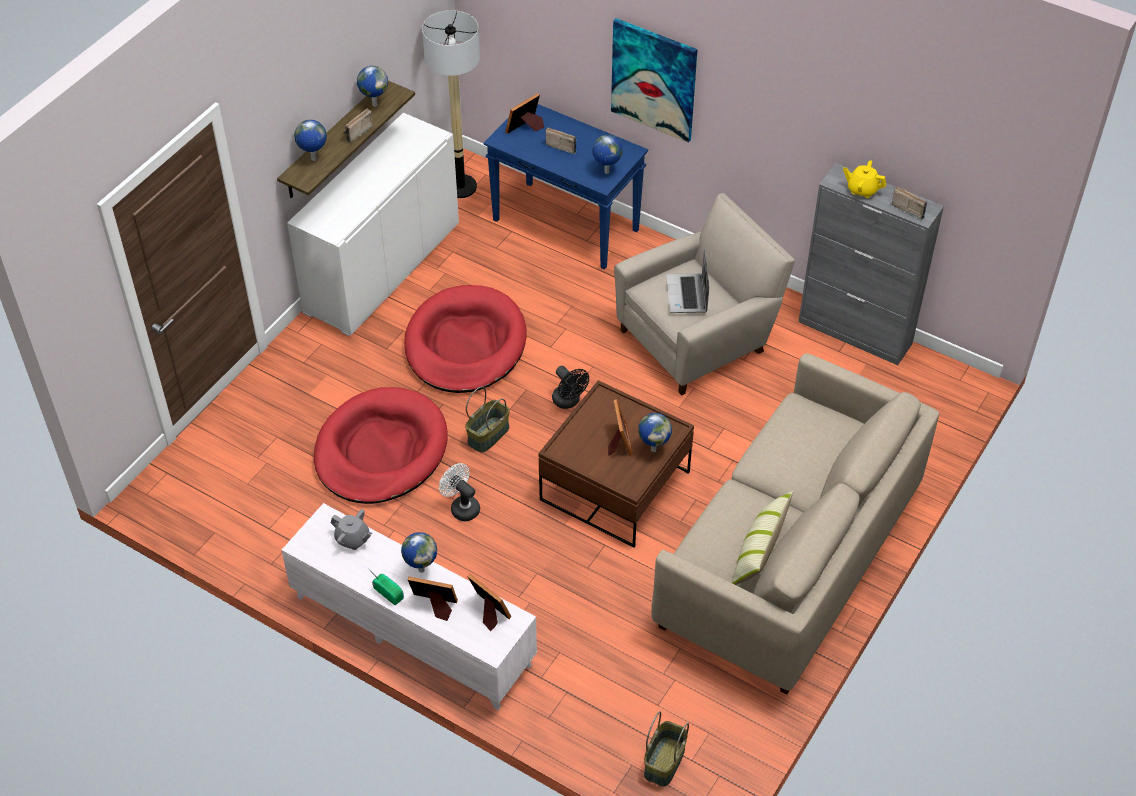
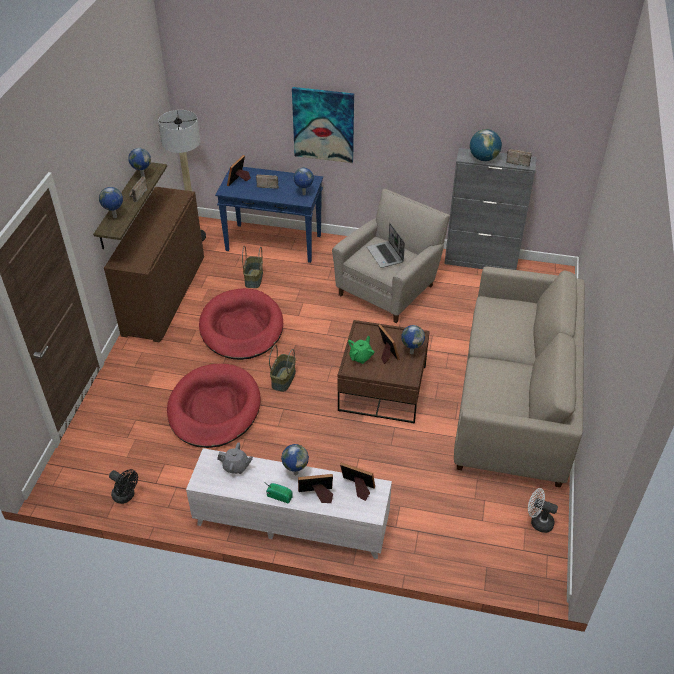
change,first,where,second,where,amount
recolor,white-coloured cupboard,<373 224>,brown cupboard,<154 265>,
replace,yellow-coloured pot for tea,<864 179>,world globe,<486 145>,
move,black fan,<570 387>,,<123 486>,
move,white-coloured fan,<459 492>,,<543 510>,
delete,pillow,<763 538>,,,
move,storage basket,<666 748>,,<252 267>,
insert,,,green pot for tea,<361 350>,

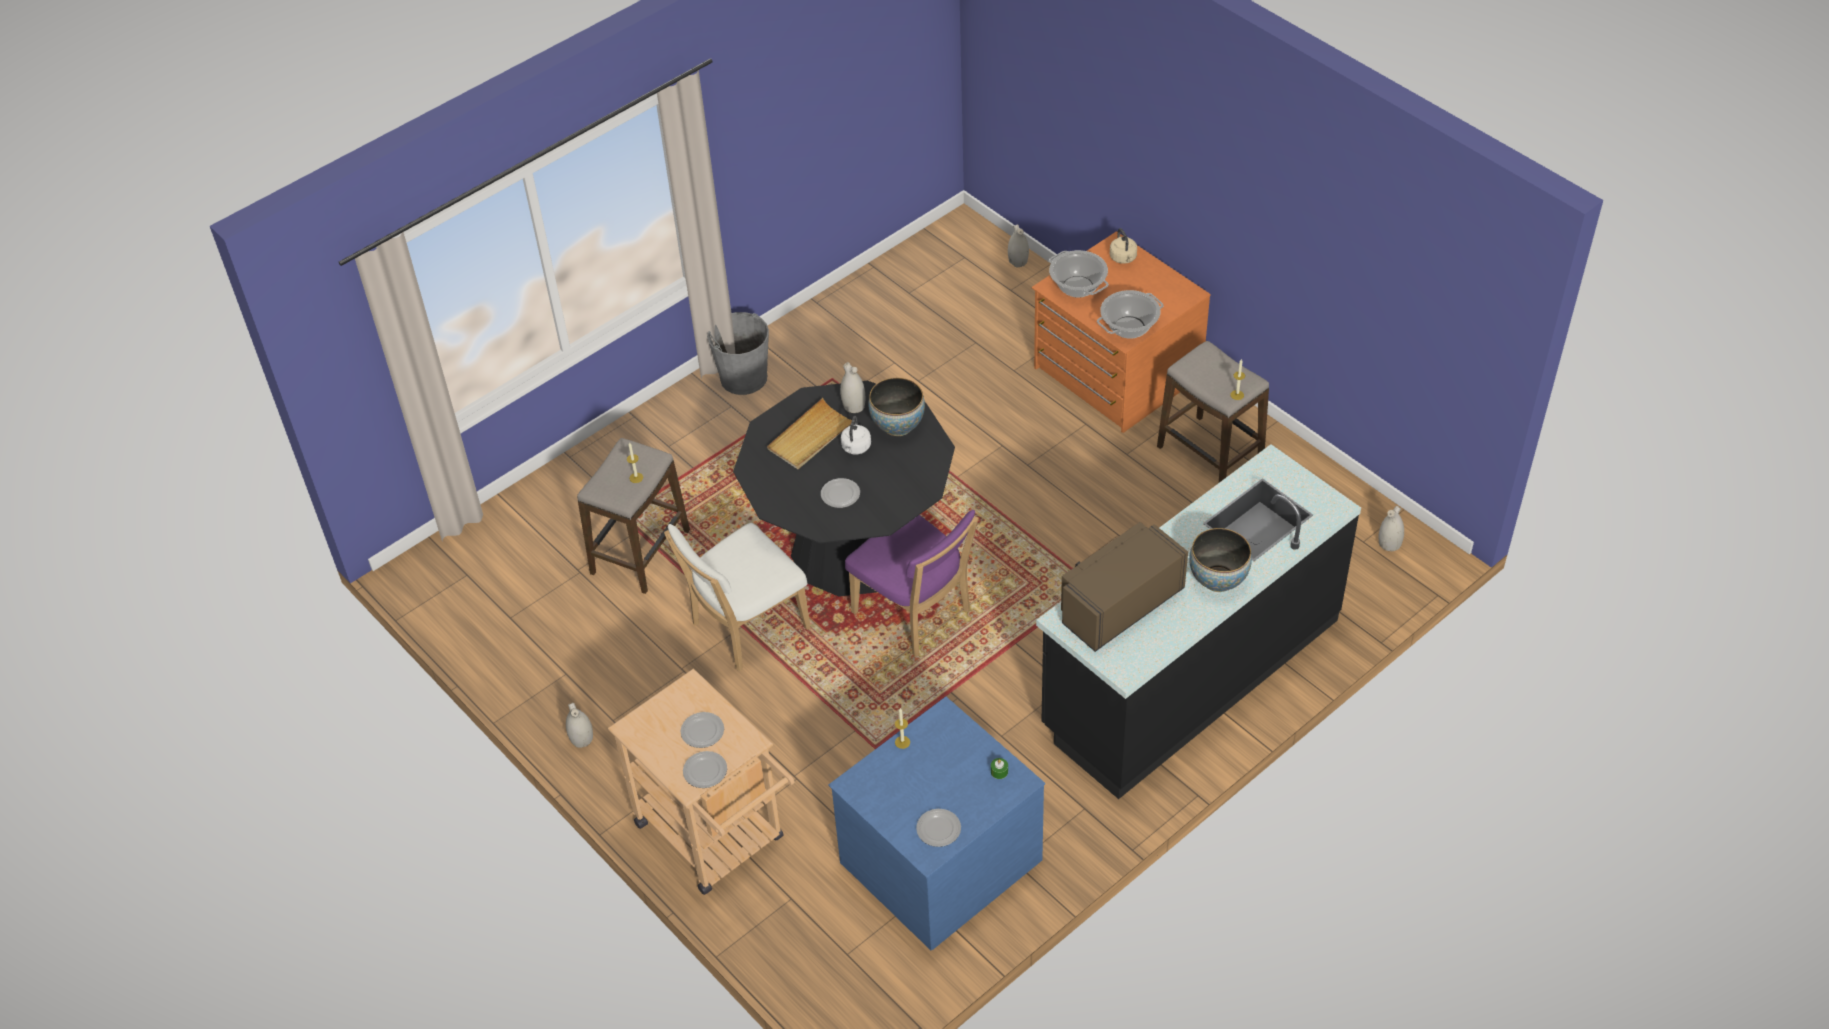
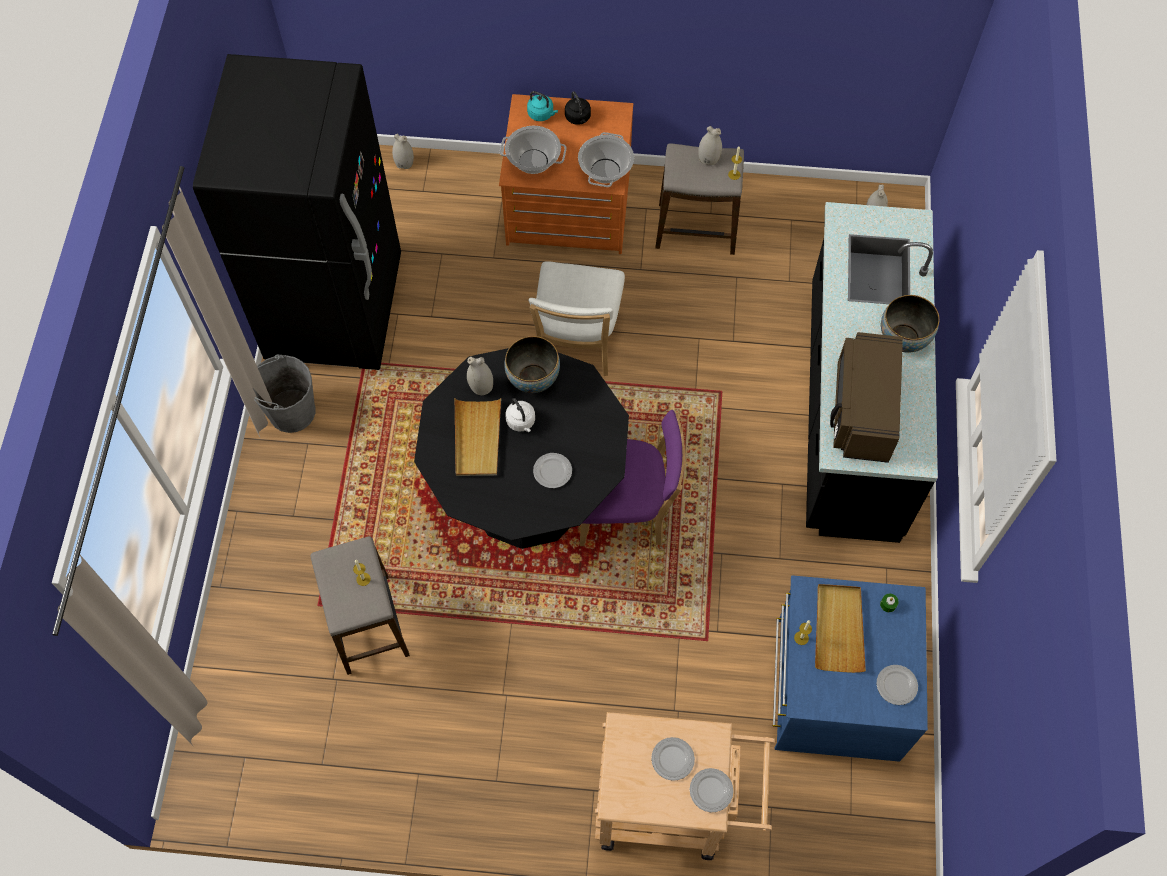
change,first,where,second,where,amount
recolor,beige water kettle,<1123 246>,turquoise-coloured water kettle,<542 106>,
move,white-coloured chair,<737 597>,,<576 318>,
move,white-coloured flower vase,<579 725>,,<710 145>,
insert,,,black fridge,<297 212>,
insert,,,black water kettle,<578 108>,
insert,,,beige carrying tray,<840 628>,

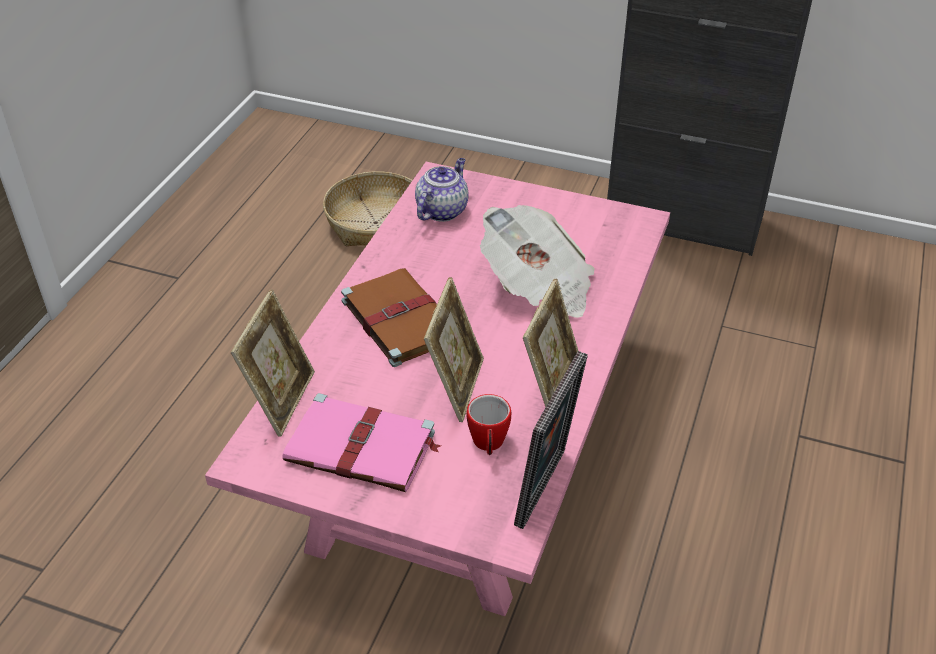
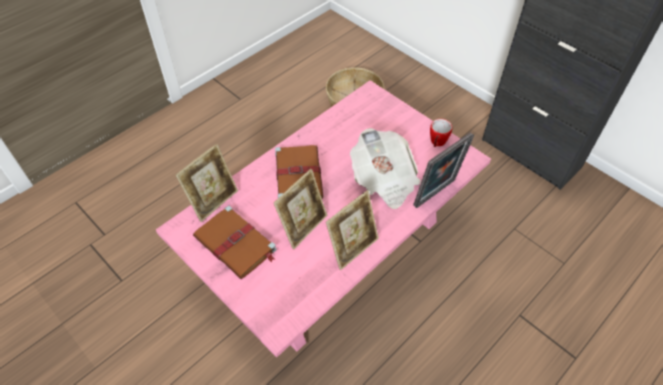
change,first,where,second,where,amount
delete,pot for tea,<442 190>,,,
move,picture frame,<551 440>,,<443 170>,
recolor,pinkish bound book,<361 442>,brown bound book,<235 242>,
move,coffee mug,<489 424>,,<441 133>,

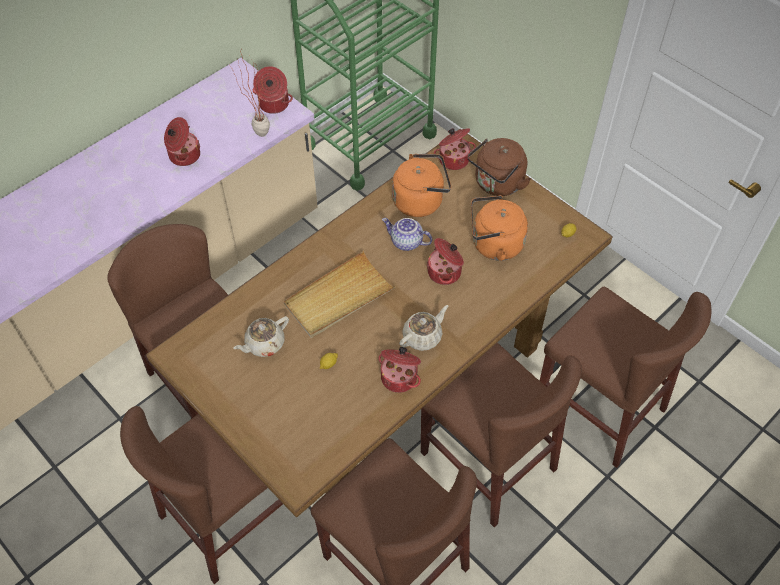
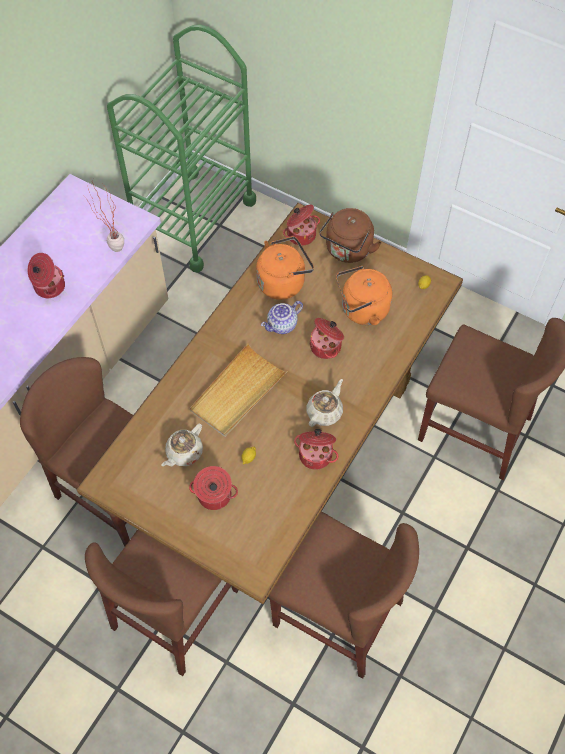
change,first,where,second,where,amount
move,cooking pot,<273 90>,,<213 488>,
rotate,pot for tea,<407 234>,,<282 317>,45 degrees counterclockwise
delete,brown chair,<501 434>,,,

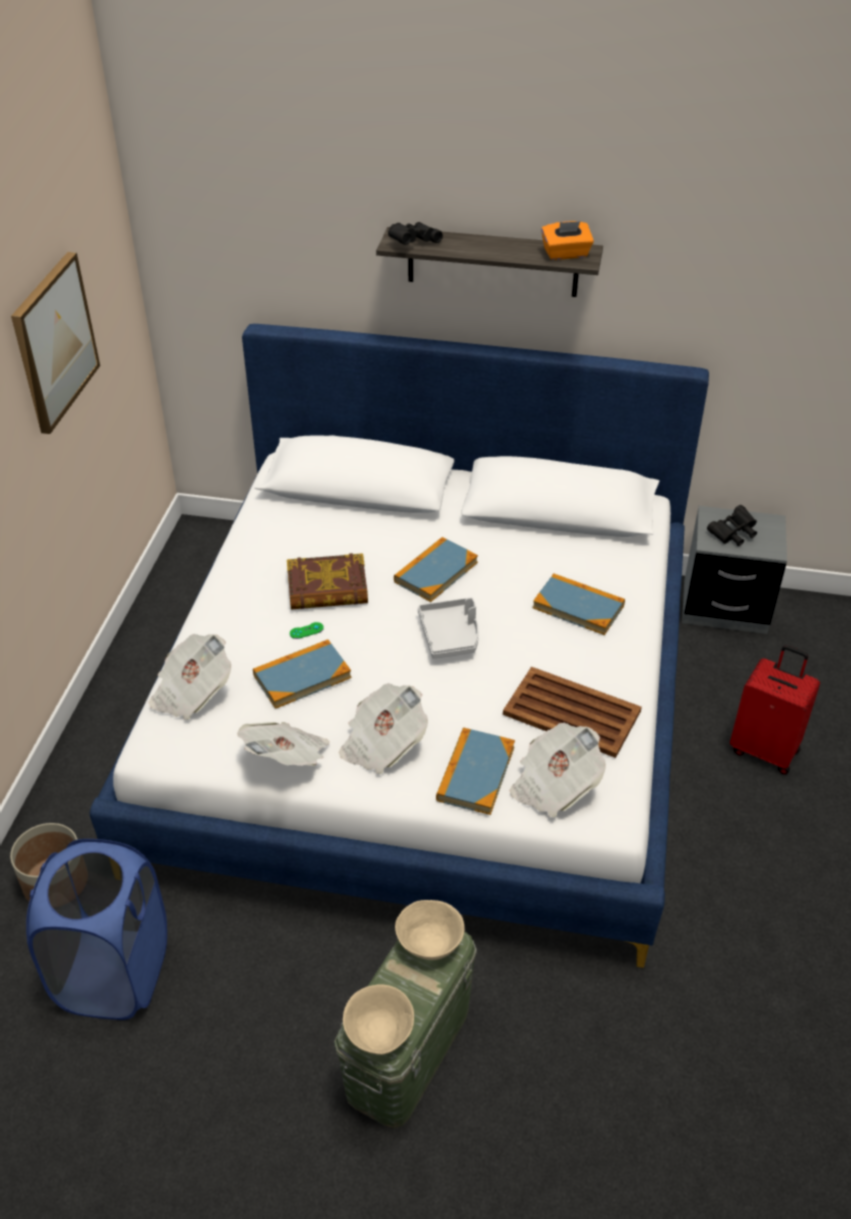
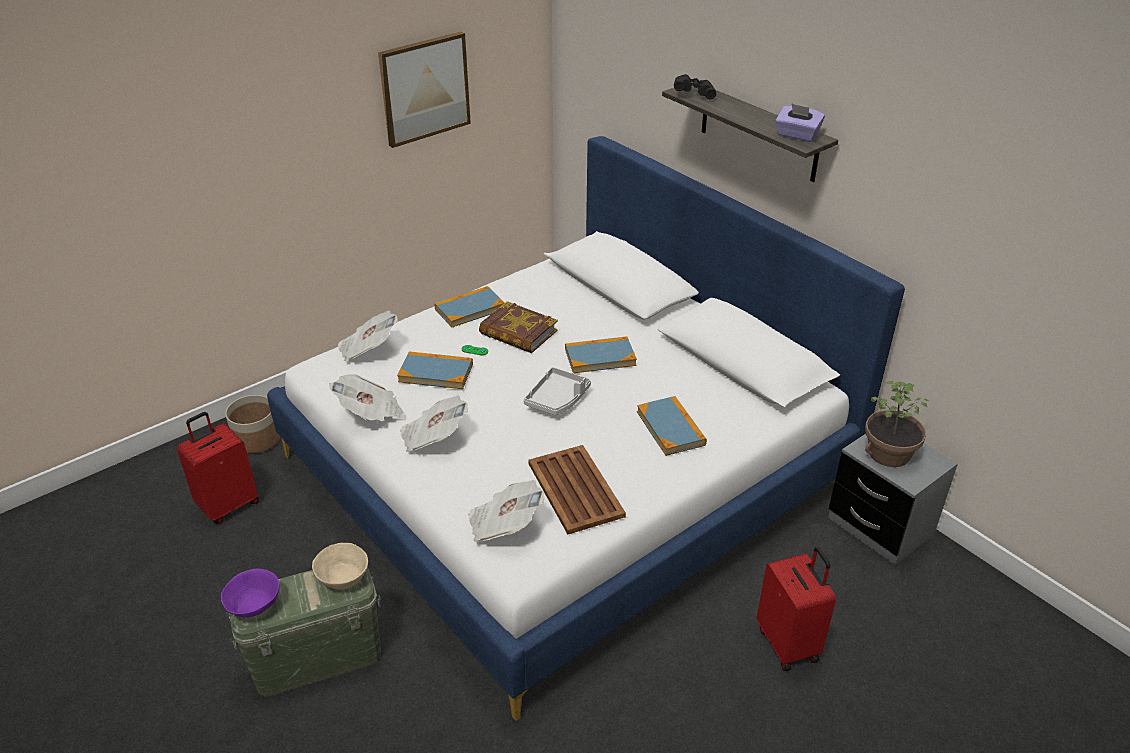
change,first,where,second,where,amount
recolor,orange box of tissues,<567 240>,purple-coloured box of tissues,<800 123>,
replace,black pair of binoculars,<732 525>,houseplant,<897 424>,
move,bound book,<475 771>,,<469 306>,
replace,blue-coloured washing basket,<96 929>,reddish piece of luggage,<218 468>,
recolor,beige bowl,<378 1019>,purple-coloured bowl,<250 593>,

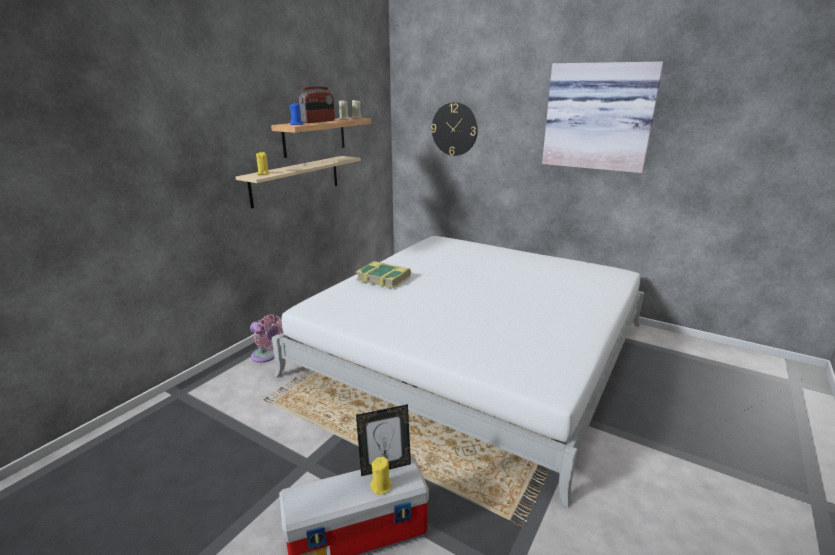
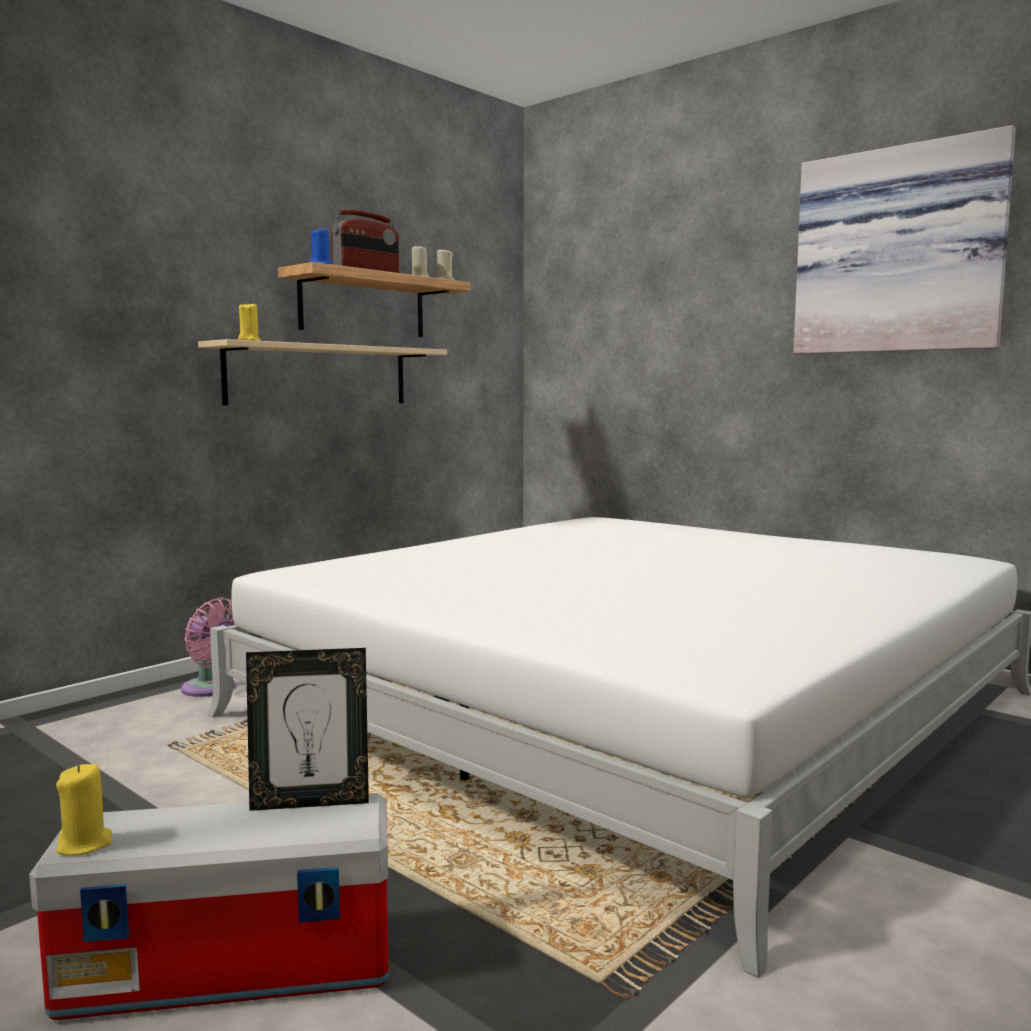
change,first,where,second,where,amount
delete,hanging clock,<454 129>,,,
delete,bound book,<383 275>,,,
move,yellow-coloured candle,<381 476>,,<84 810>,

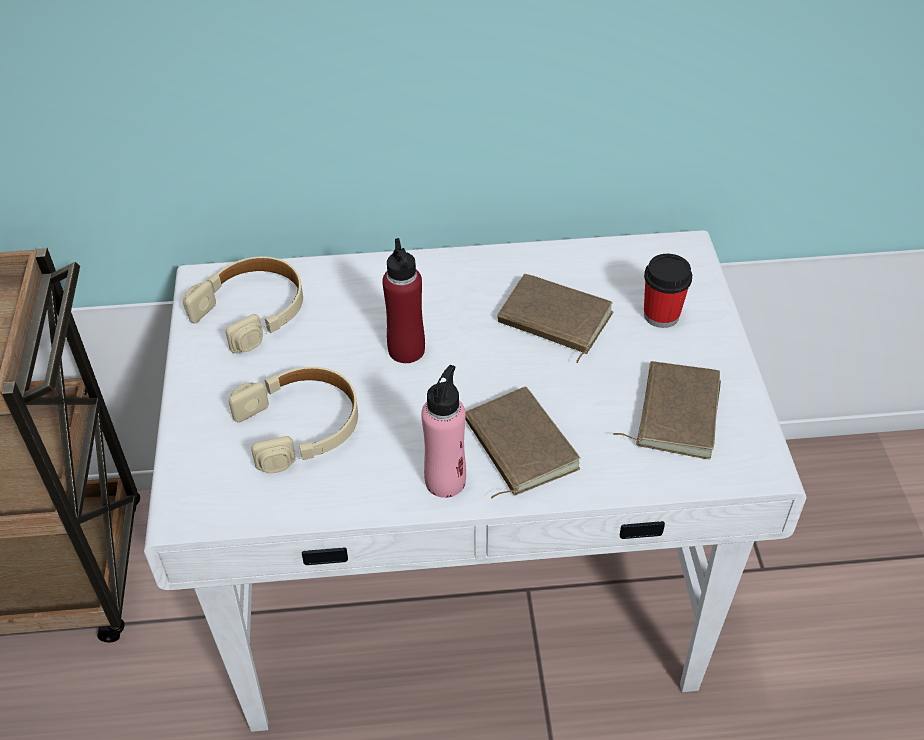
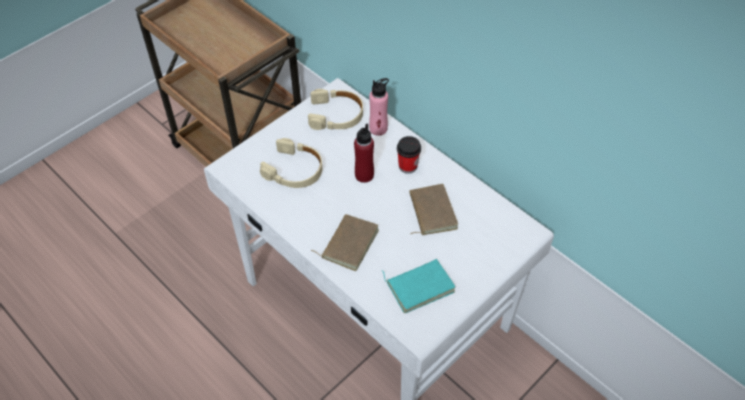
change,first,where,second,where,amount
move,cup,<668 291>,,<409 155>,
recolor,brown bound book,<667 410>,turquoise-coloured bound book,<419 286>,
move,pinkish bottle,<443 431>,,<379 107>,

